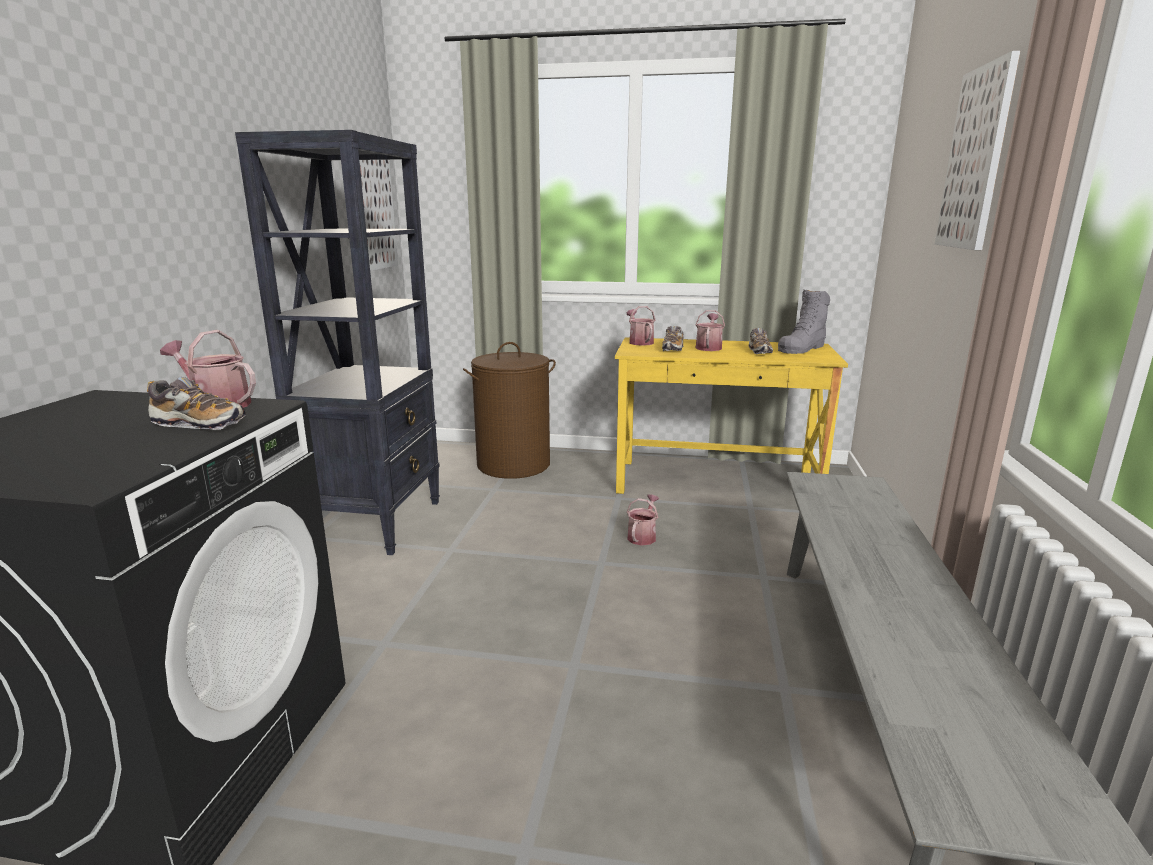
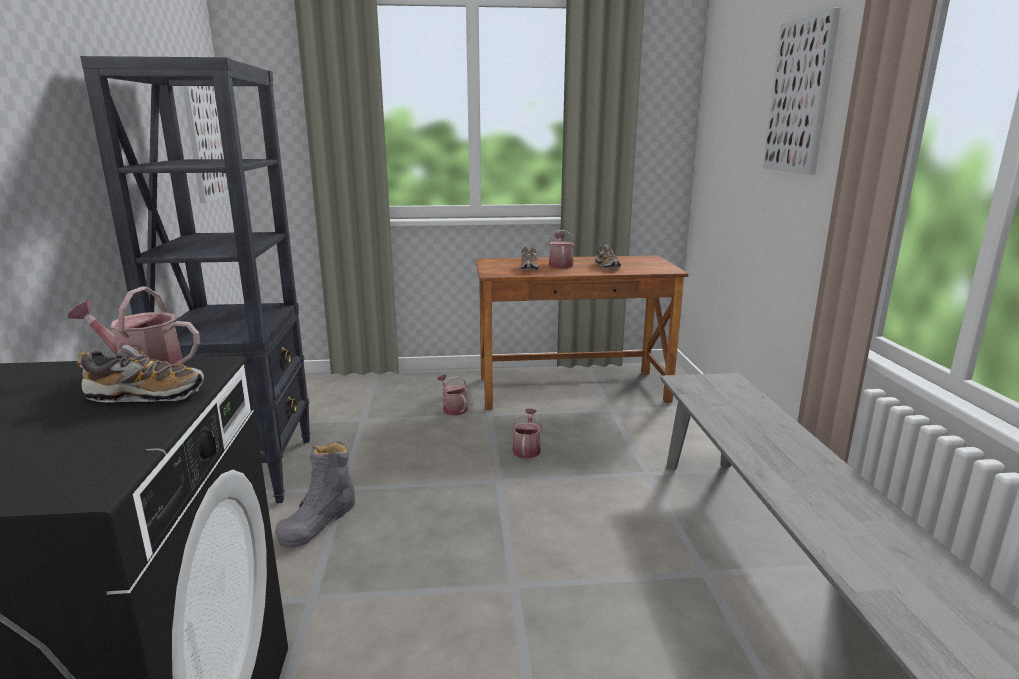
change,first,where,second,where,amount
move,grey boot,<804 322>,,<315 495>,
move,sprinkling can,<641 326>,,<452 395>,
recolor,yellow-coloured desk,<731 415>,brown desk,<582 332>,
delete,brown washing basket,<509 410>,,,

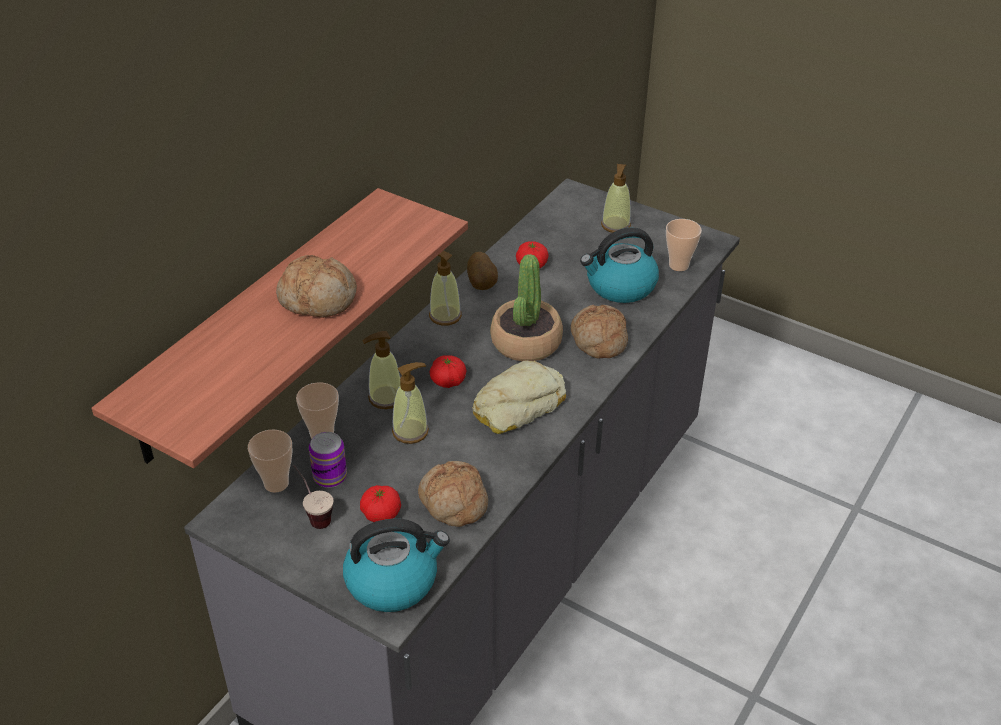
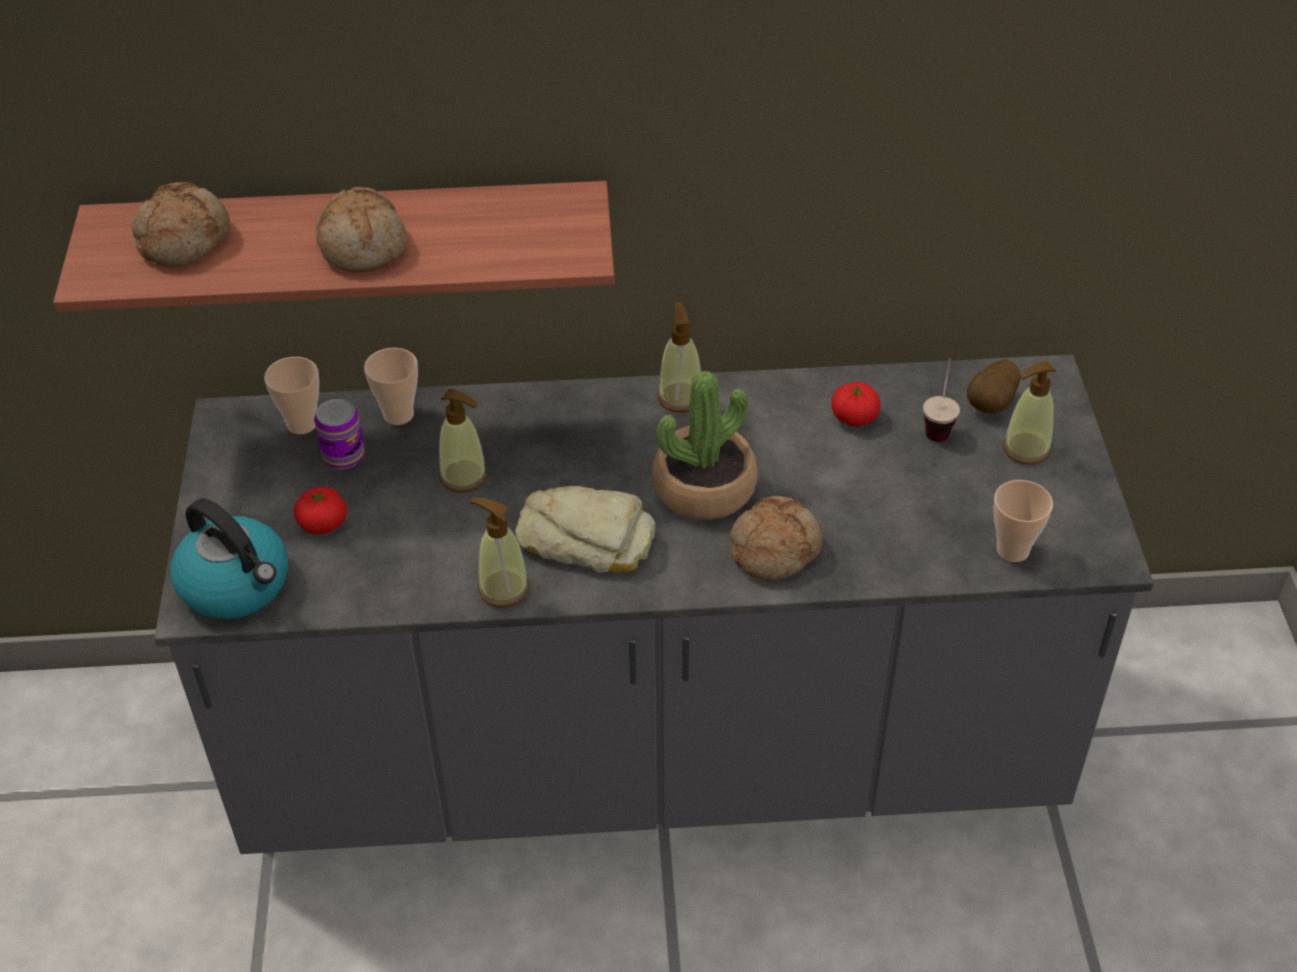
change,first,where,second,where,amount
delete,water kettle,<619 265>,,,
move,spud,<482 271>,,<994 386>,
move,soap bottle,<381 370>,,<499 552>,
delete,tomato,<448 372>,,,
move,baked bread,<453 494>,,<181 224>,
move,cup,<313 497>,,<941 400>,

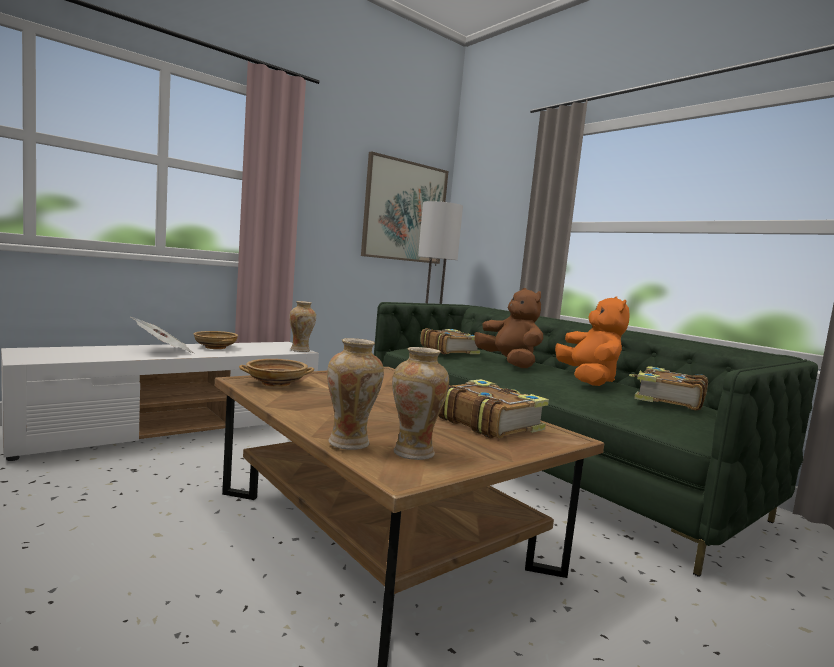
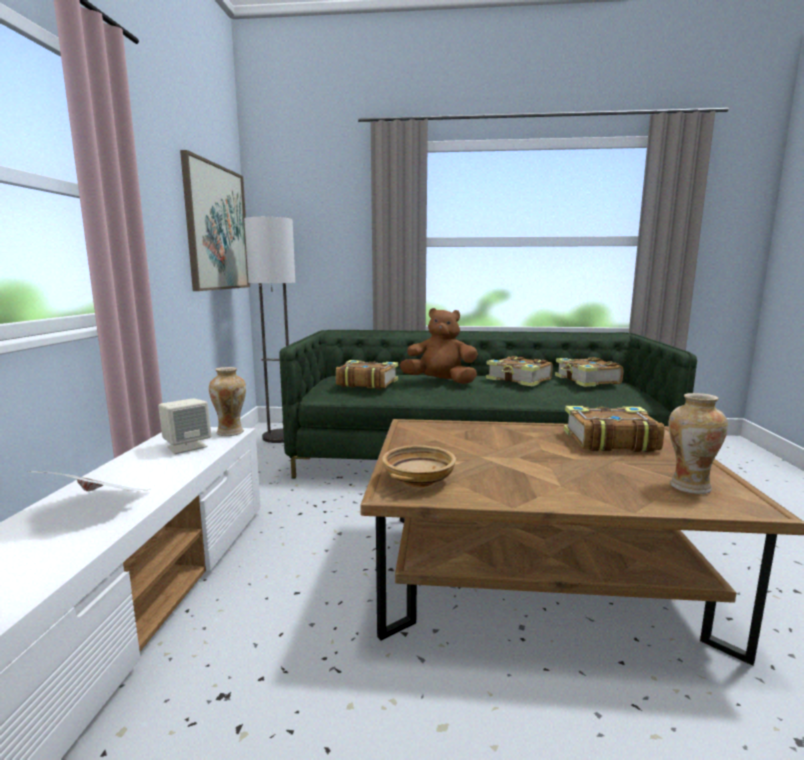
change,first,where,second,where,amount
replace,orange cuddly toy,<592 341>,bound book,<519 371>,
delete,beige bowl,<216 340>,,,
delete,flower vase,<355 394>,,,
insert,,,beige audio speaker,<185 426>,

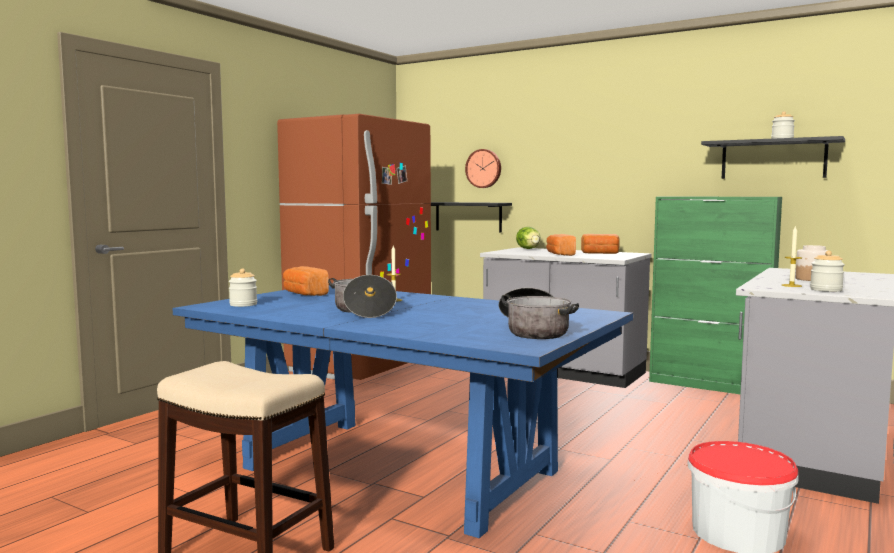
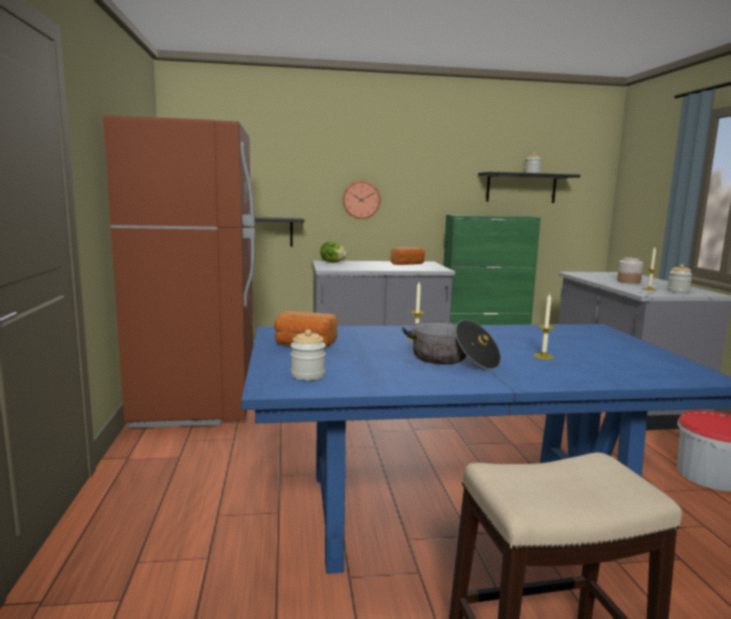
change,first,where,second,where,amount
move,hanging clock,<483 168>,,<361 200>,
delete,baked bread,<561 245>,,,
delete,cooking pot,<539 313>,,,
insert,,,candle,<544 326>,

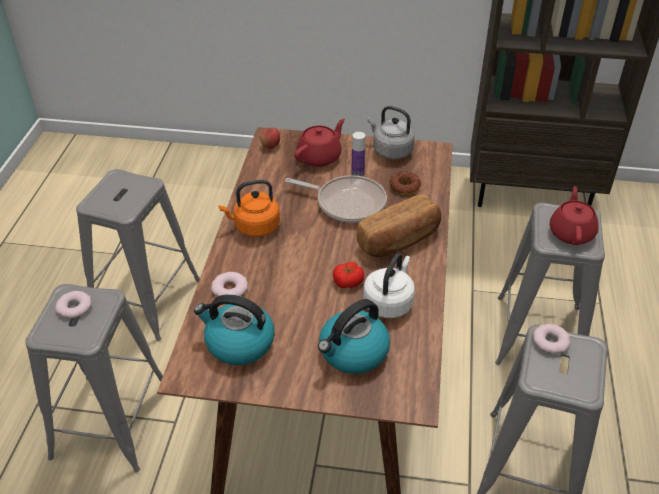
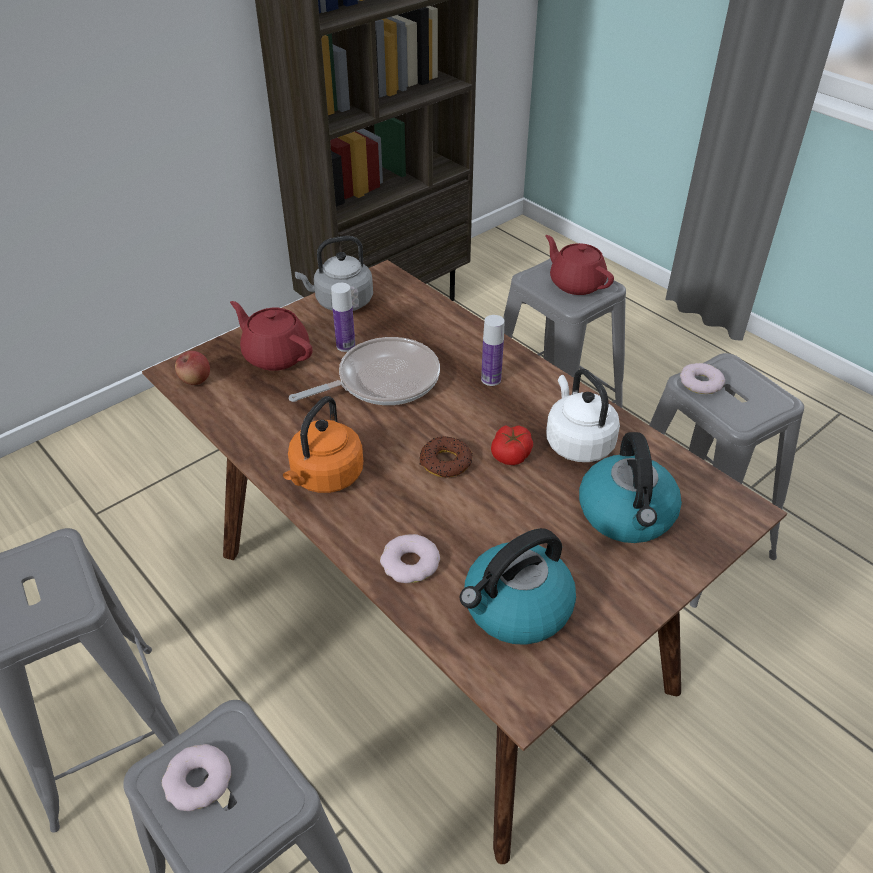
change,first,where,second,where,amount
rotate,reddish pot for tea,<319 143>,,<271 336>,45 degrees counterclockwise
move,ring doughnut,<405 182>,,<445 457>,
replace,baked bread,<399 225>,bottle,<493 350>,

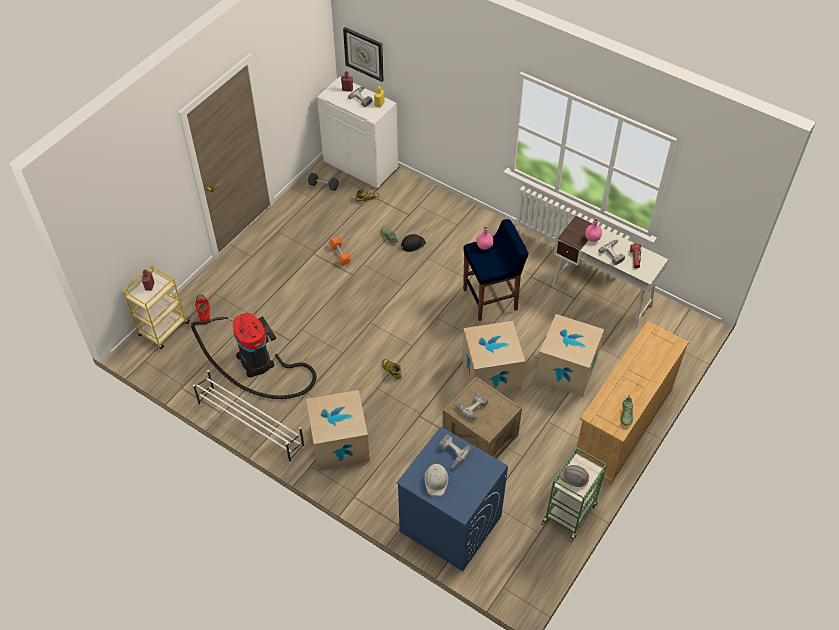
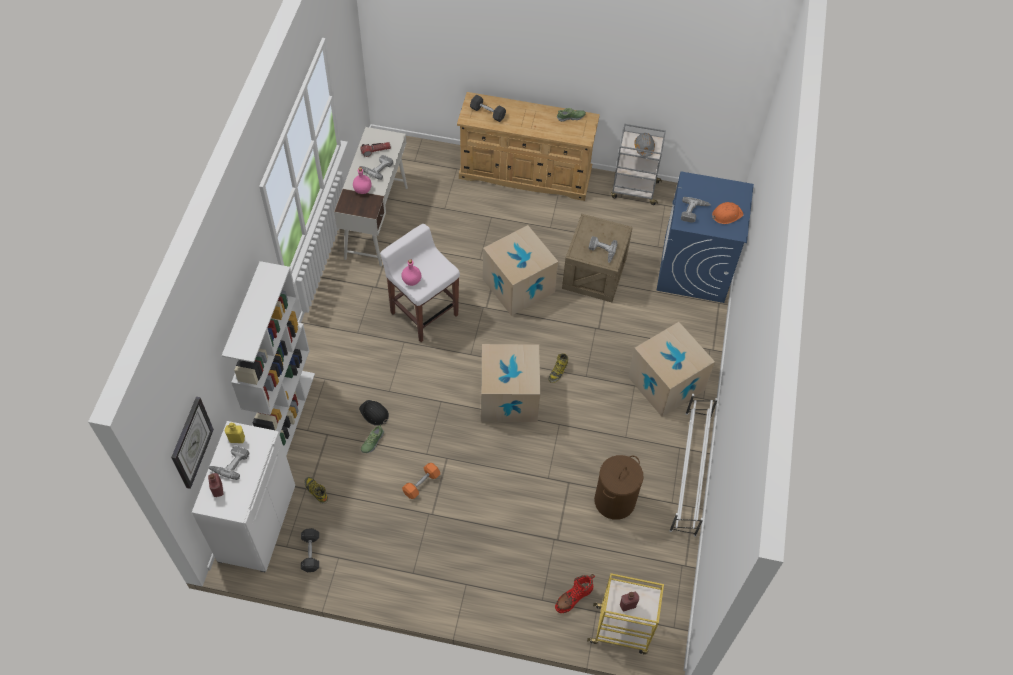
change,first,where,second,where,amount
recolor,blue-coloured stool seat,<496 270>,white-coloured stool seat,<420 283>,
replace,vacuum cleaner,<253 356>,brown washing basket,<619 487>,
move,carton,<569 355>,,<510 383>,
recolor,green cart,<574 494>,grey cart,<638 164>,
recolor,white-coloured work helmet,<436 479>,orange work helmet,<728 213>,
insert,,,grey hand weight,<488 108>,
insert,,,white-coloured bookcase,<268 358>,

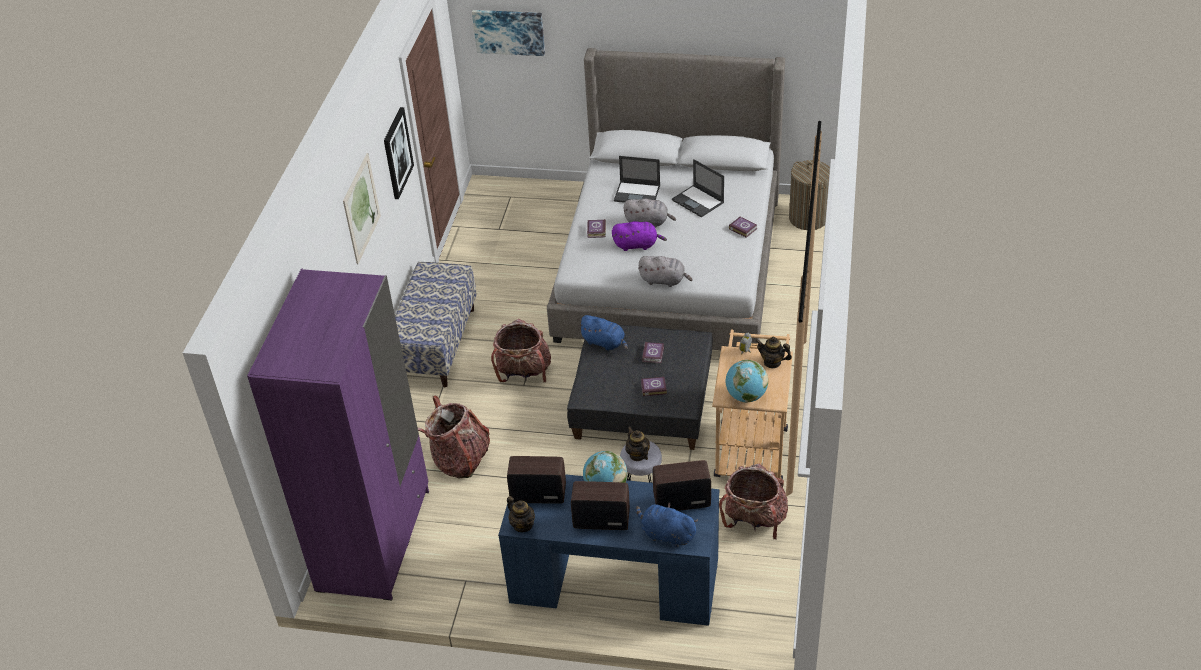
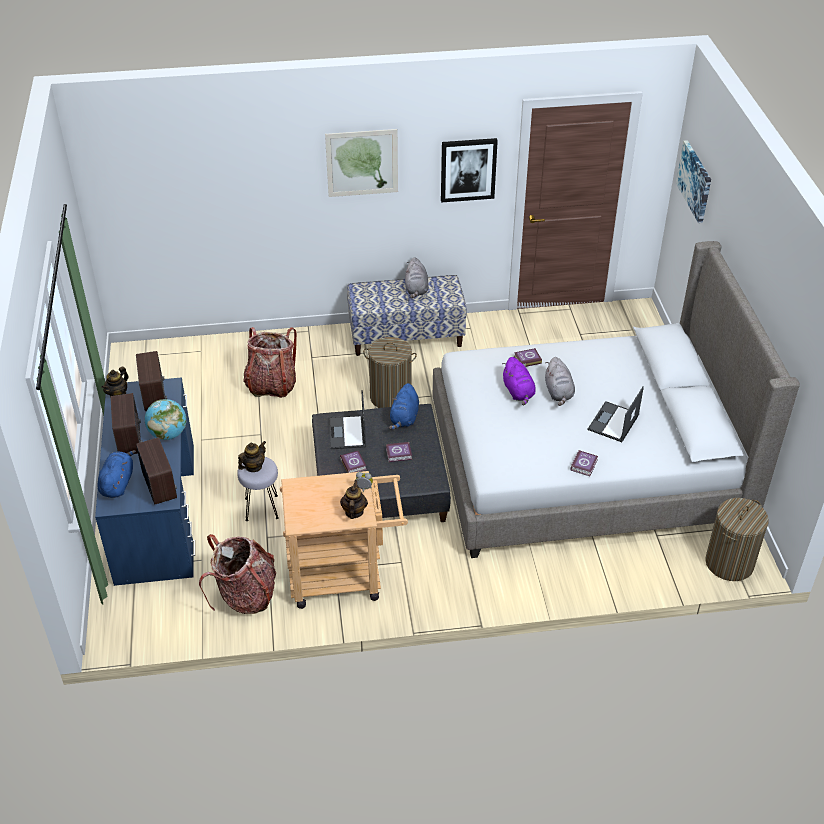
change,first,where,second,where,amount
move,laptop,<637 179>,,<347 419>,
move,grey cuddly toy,<665 271>,,<417 277>,
delete,purple-coloured clothes cupboard,<338 434>,,,
replace,knapsack,<521 350>,washing basket,<390 372>,
delete,world globe,<747 381>,,,

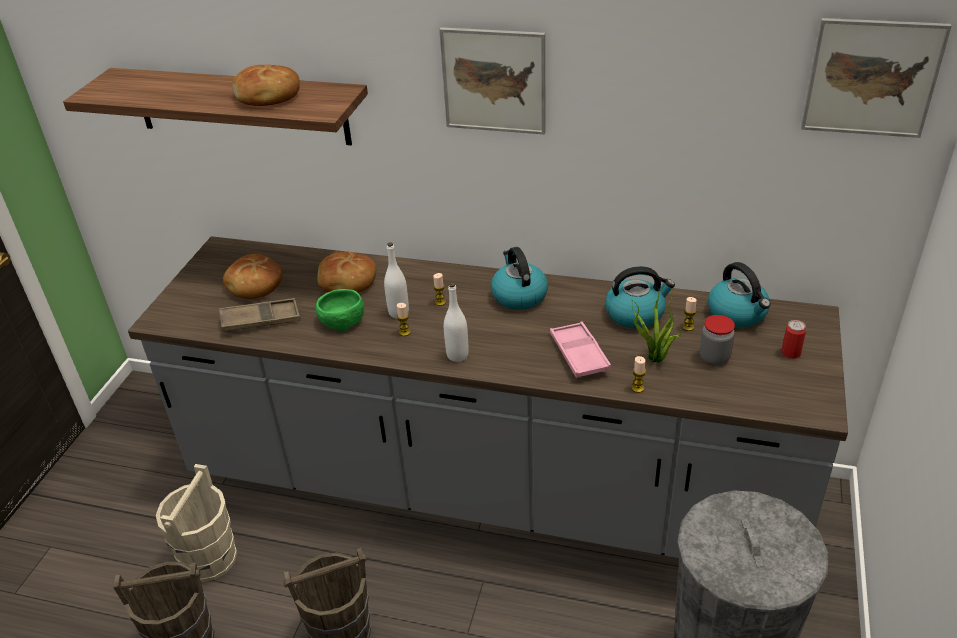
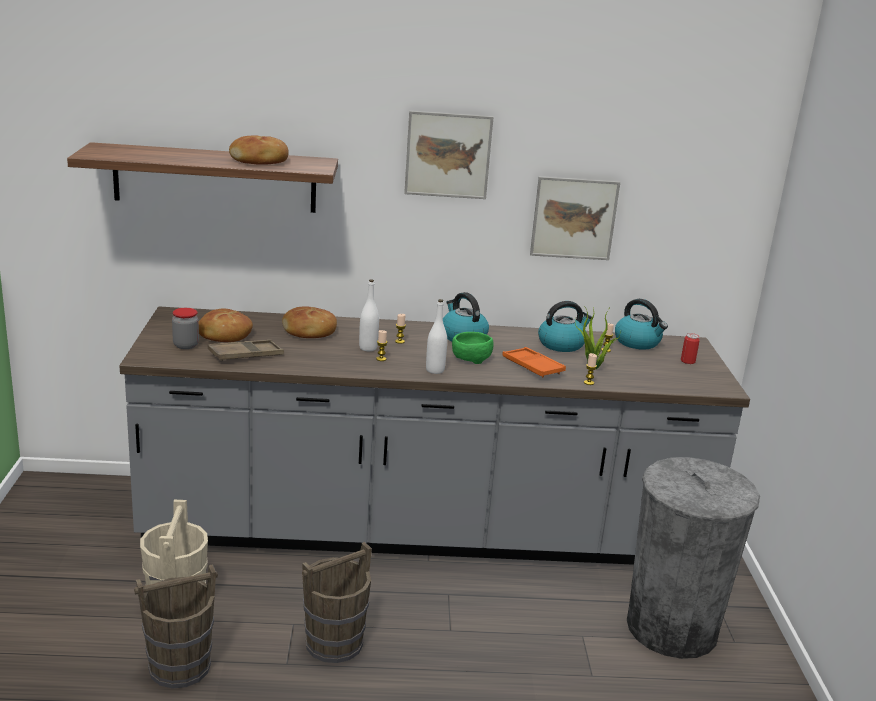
change,first,where,second,where,amount
move,wall picture,<876 78>,,<575 218>,
move,green bowl,<340 310>,,<473 348>,
move,preserve jar,<717 340>,,<185 328>,
recolor,pinkish carrying tray,<580 350>,orange carrying tray,<534 362>,

